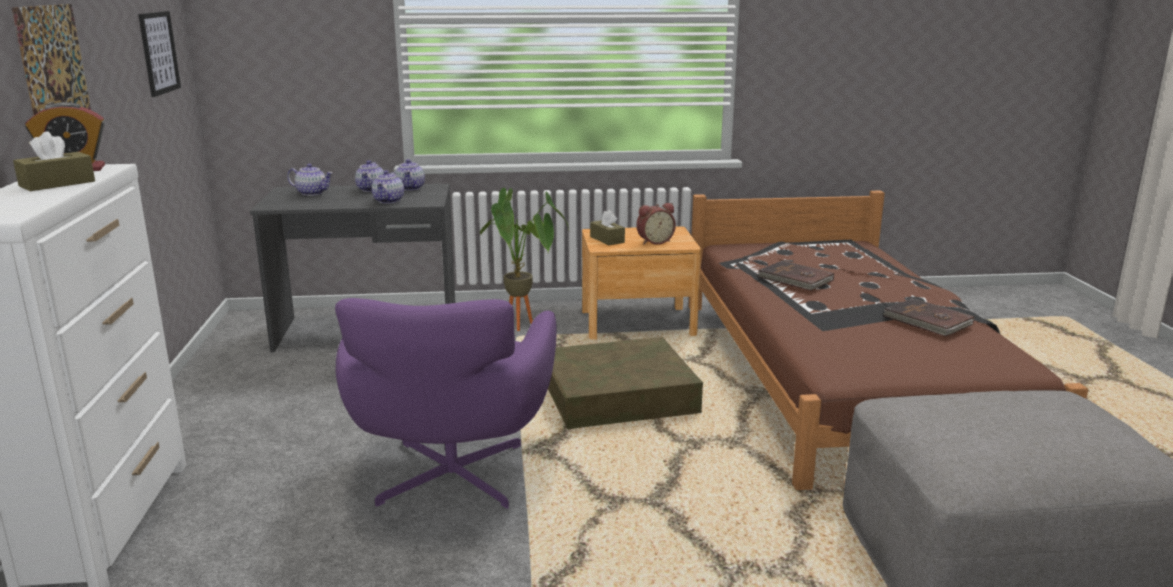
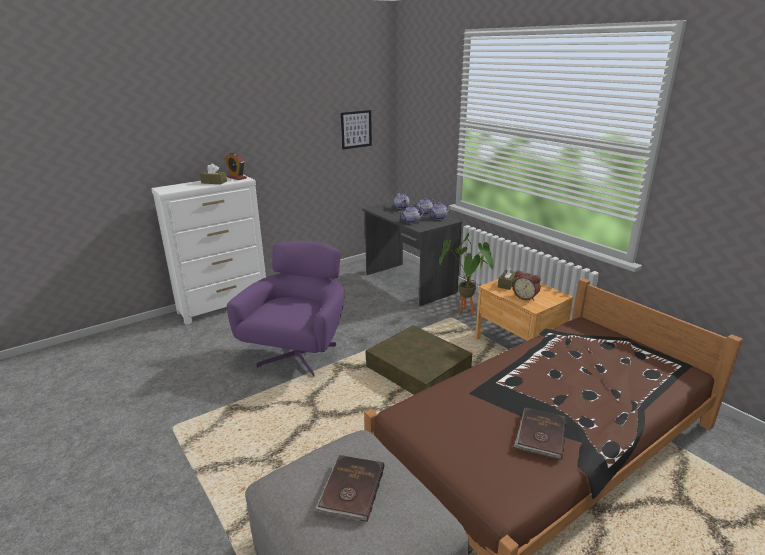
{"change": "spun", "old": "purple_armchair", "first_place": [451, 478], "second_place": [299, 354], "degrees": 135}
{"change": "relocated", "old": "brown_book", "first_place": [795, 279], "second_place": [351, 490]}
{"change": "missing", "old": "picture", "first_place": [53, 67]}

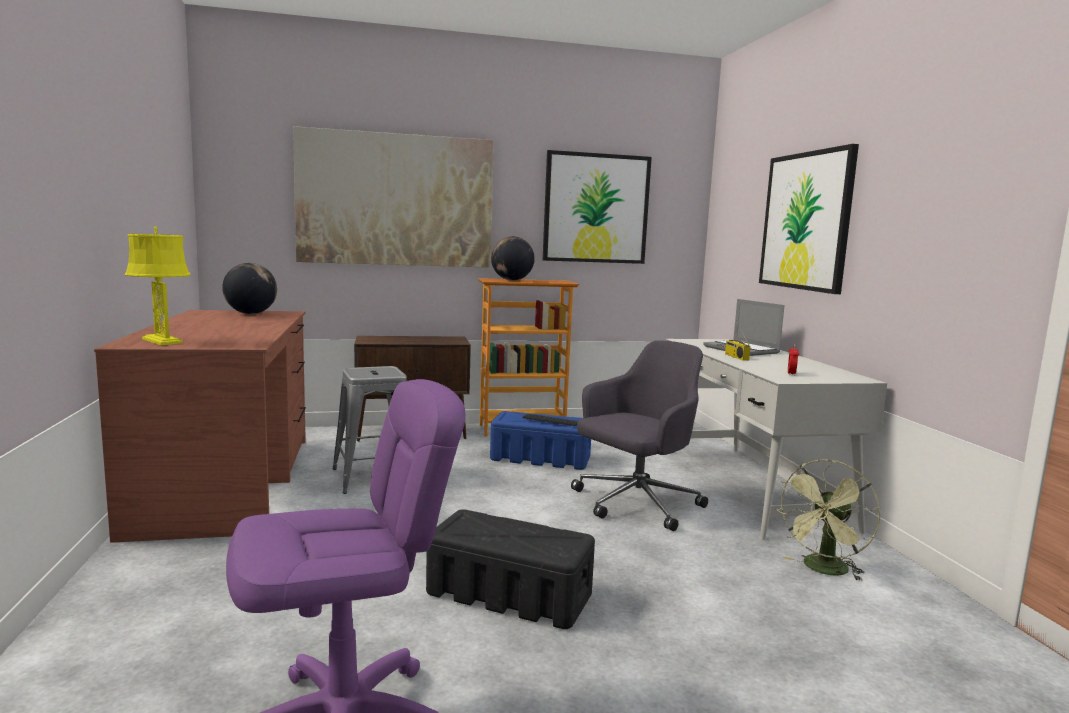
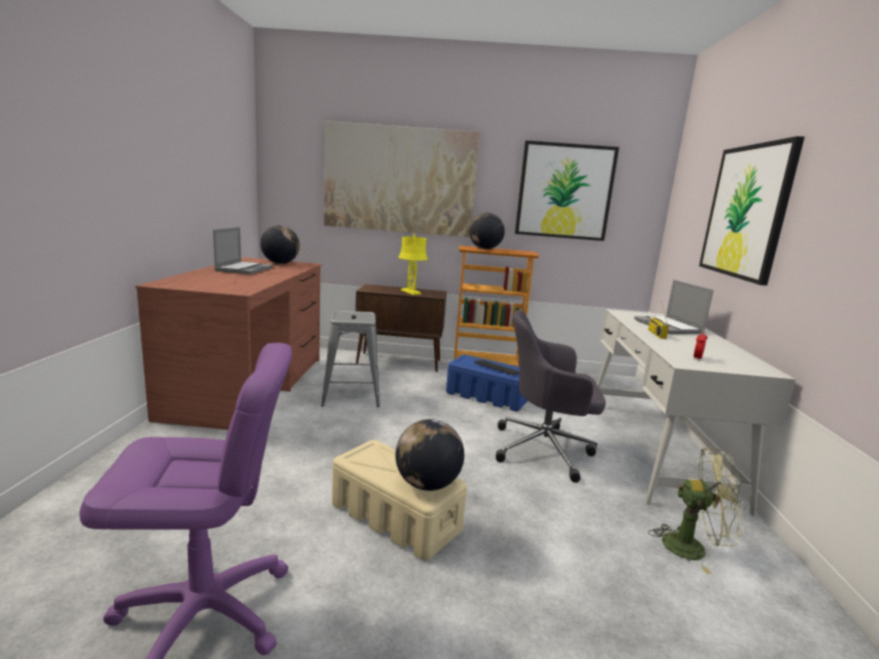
{"change": "appeared", "new": "laptop", "second_place": [244, 269]}
{"change": "colour", "old": "black_storage_box", "new": "beige_storage_box", "first_place": [508, 594], "second_place": [394, 516]}
{"change": "appeared", "new": "globe", "second_place": [427, 484]}
{"change": "relocated", "old": "yellow_table_lamp", "first_place": [161, 341], "second_place": [410, 292]}
{"change": "spun", "old": "grey_office_chair", "first_place": [635, 504], "second_place": [545, 450], "degrees": -150}
{"change": "spun", "old": "green_fan", "first_place": [823, 570], "second_place": [693, 548], "degrees": -135}

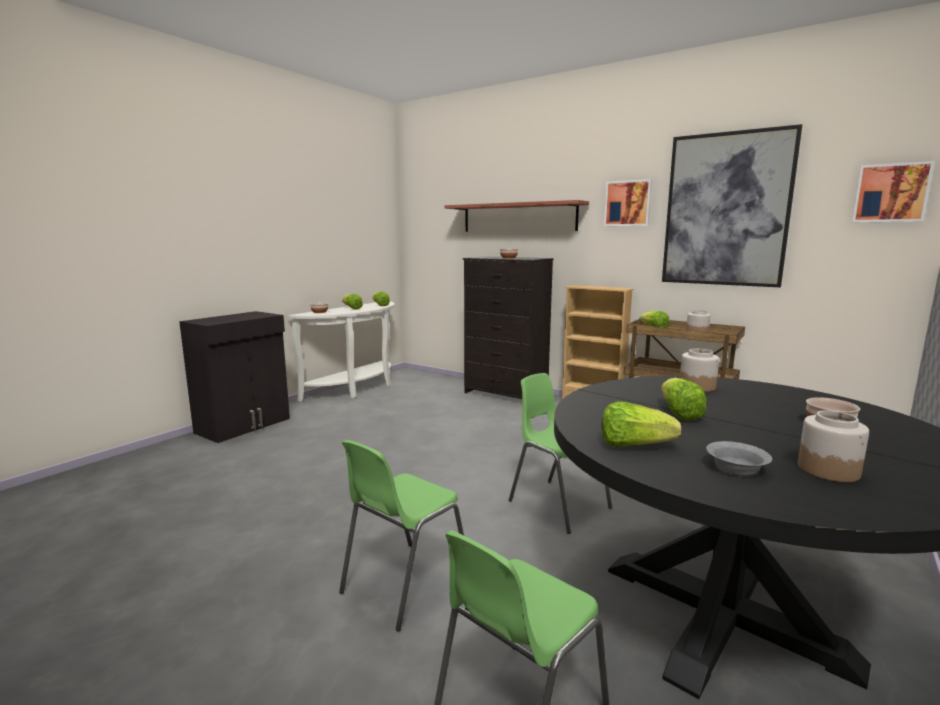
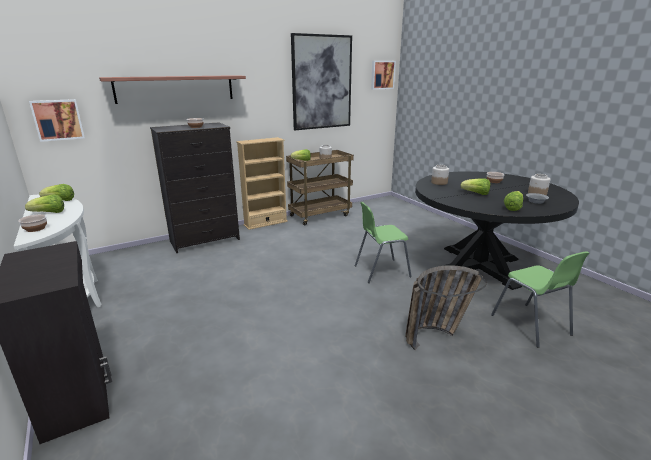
{"change": "relocated", "old": "picture", "first_place": [628, 203], "second_place": [58, 120]}
{"change": "exchanged", "old": "green_chair", "new": "basket", "first_place": [404, 584], "second_place": [437, 335]}

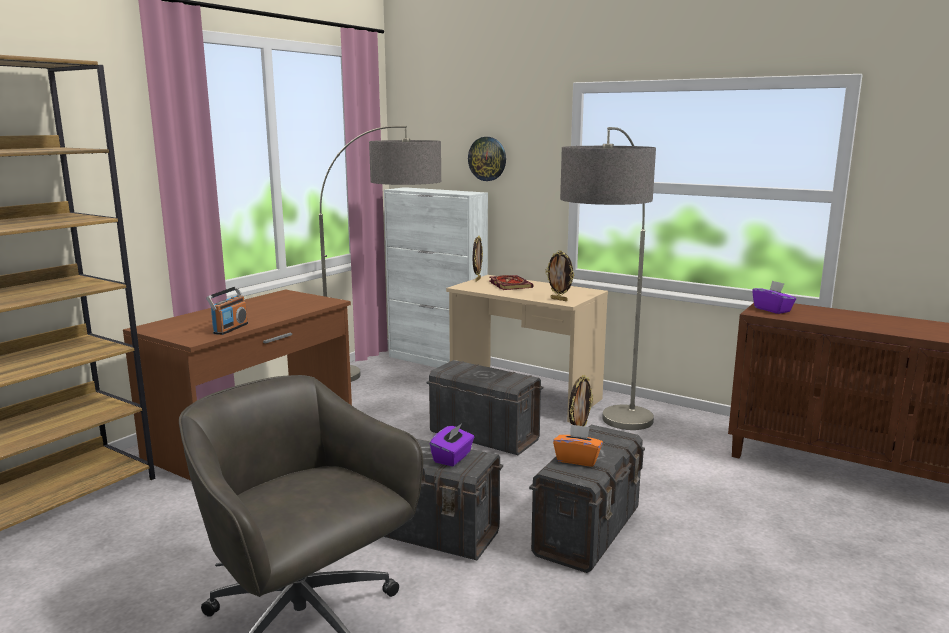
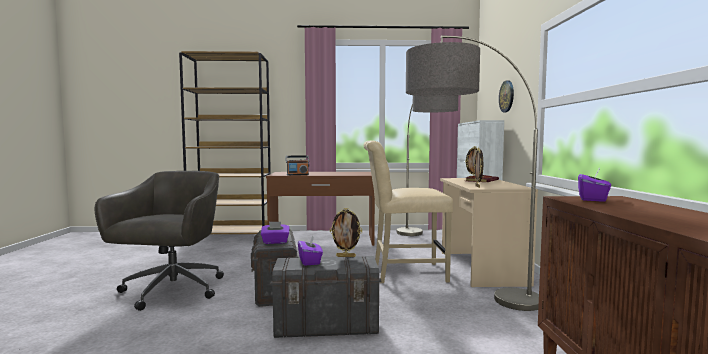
{"change": "colour", "old": "orange_tissue_box", "new": "purple_tissue_box", "first_place": [577, 459], "second_place": [310, 261]}
{"change": "exchanged", "old": "grey_storage_box", "new": "beige_chair", "first_place": [484, 435], "second_place": [404, 272]}

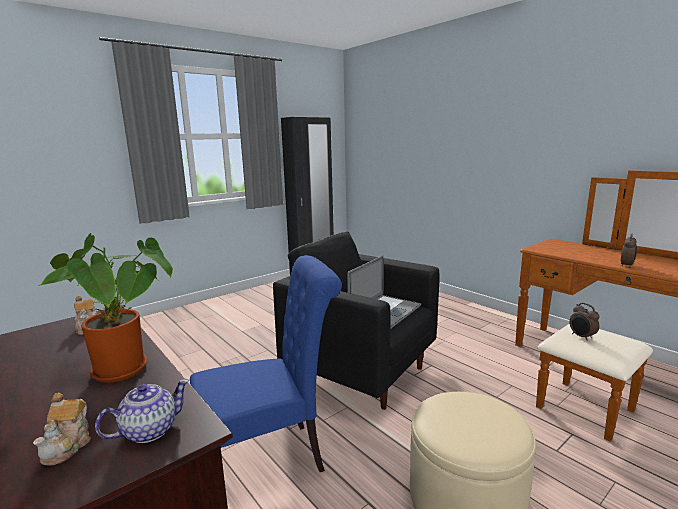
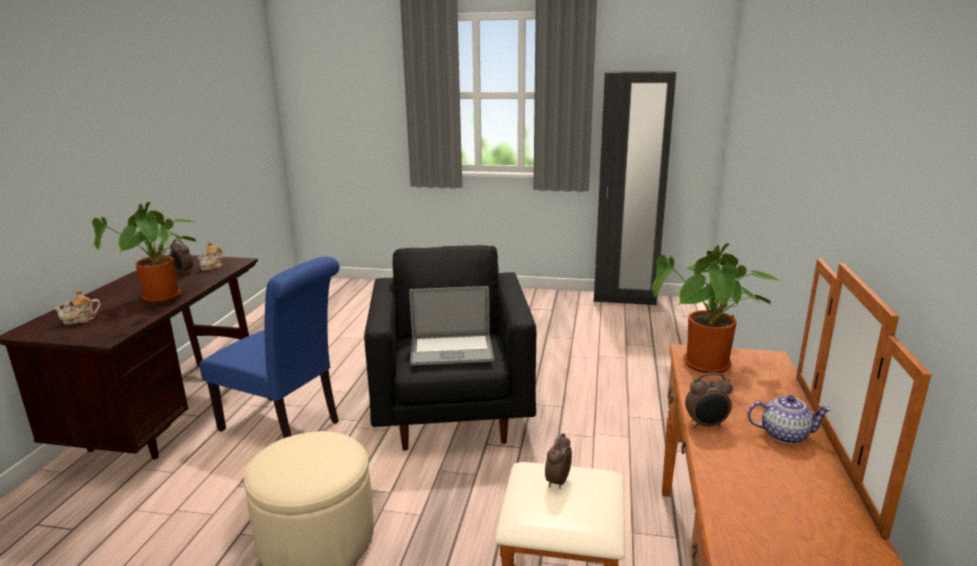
{"change": "appeared", "new": "alarm_clock", "second_place": [183, 272]}
{"change": "appeared", "new": "potted_plant", "second_place": [707, 367]}
{"change": "relocated", "old": "teapot", "first_place": [149, 430], "second_place": [783, 434]}

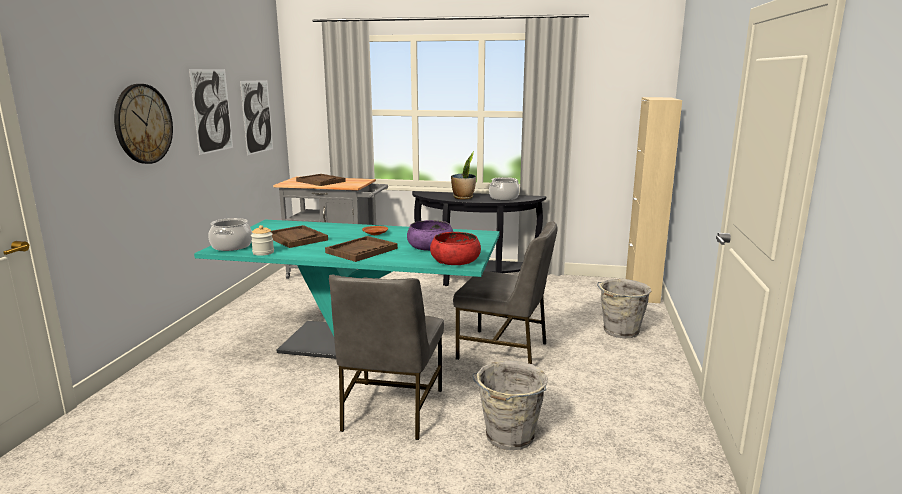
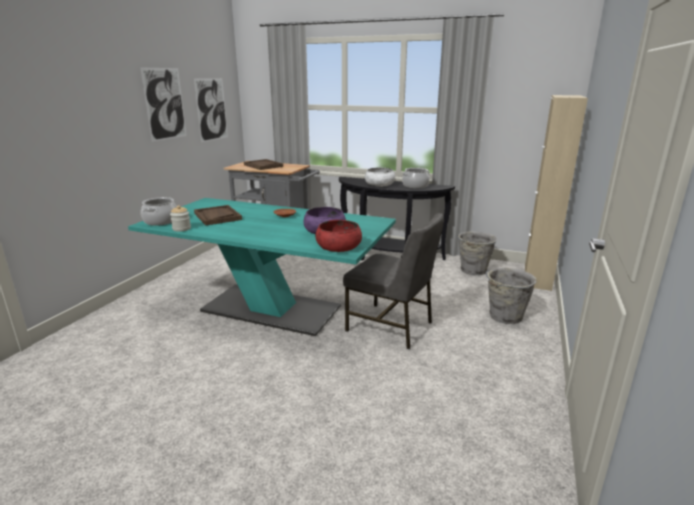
{"change": "exchanged", "old": "potted_plant", "new": "white_bowl", "first_place": [463, 197], "second_place": [379, 184]}
{"change": "relocated", "old": "grey_bucket", "first_place": [509, 437], "second_place": [473, 270]}
{"change": "missing", "old": "wall_clock", "first_place": [143, 124]}
{"change": "missing", "old": "brown_tray", "first_place": [361, 251]}
{"change": "missing", "old": "grey_chair", "first_place": [390, 410]}

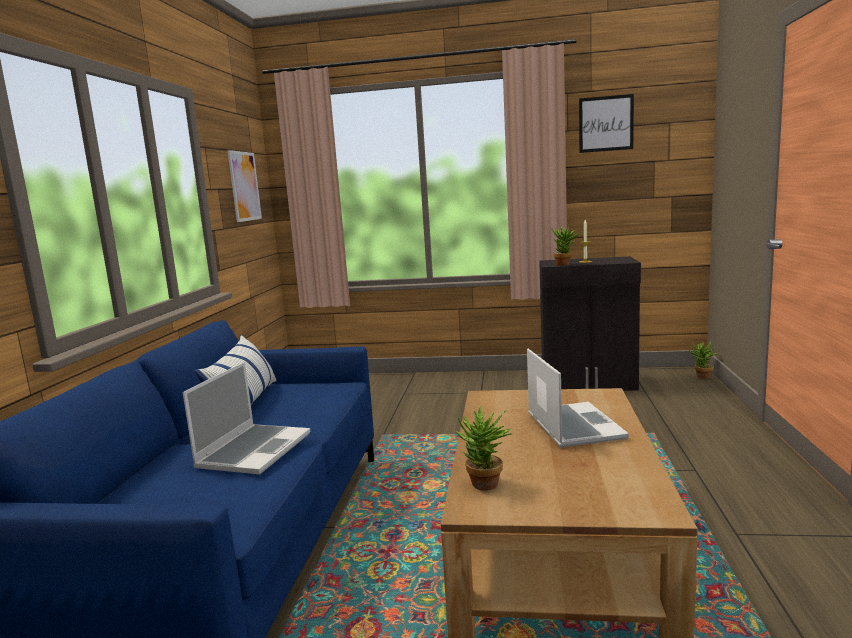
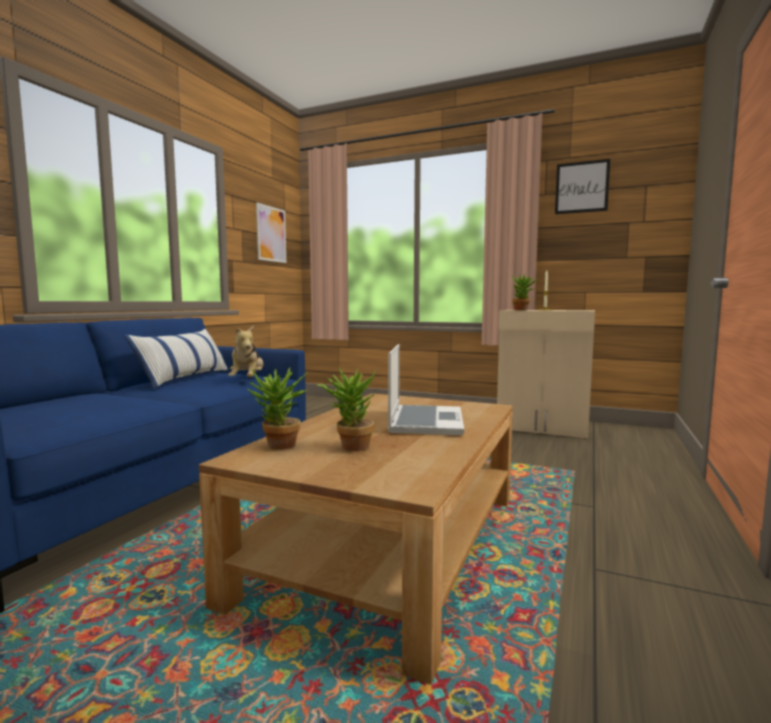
{"change": "appeared", "new": "plush_toy", "second_place": [247, 380]}
{"change": "relocated", "old": "potted_plant", "first_place": [702, 377], "second_place": [349, 447]}
{"change": "colour", "old": "black_cabinet", "new": "beige_cabinet", "first_place": [589, 383], "second_place": [543, 428]}
{"change": "missing", "old": "laptop", "first_place": [254, 450]}

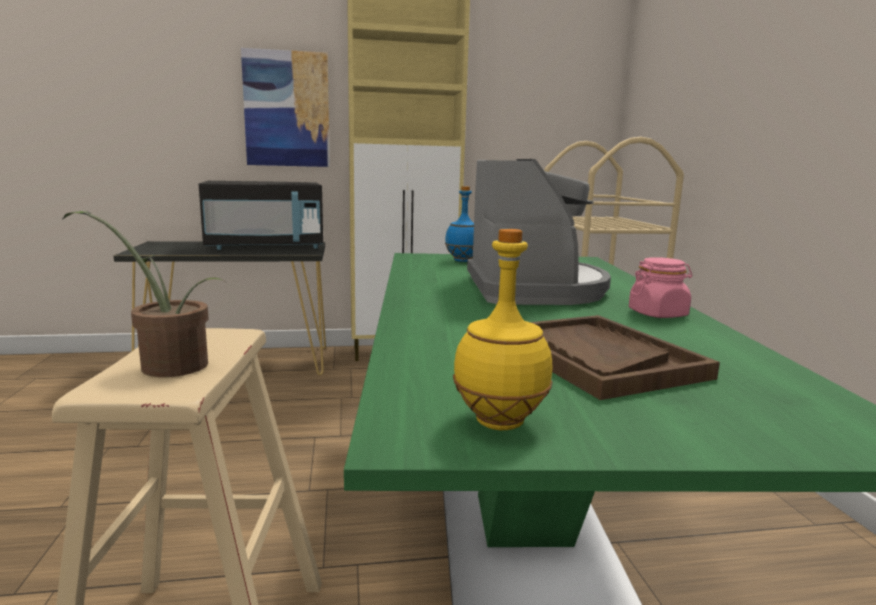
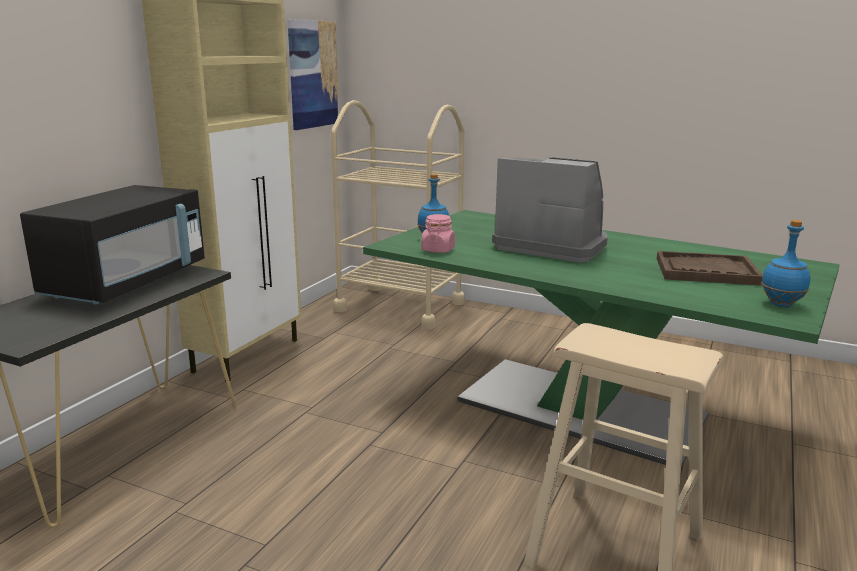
{"change": "relocated", "old": "picture", "first_place": [287, 109], "second_place": [313, 74]}
{"change": "relocated", "old": "pink_jar", "first_place": [658, 314], "second_place": [438, 250]}
{"change": "colour", "old": "yellow_bottle", "new": "blue_bottle", "first_place": [498, 422], "second_place": [781, 304]}
{"change": "missing", "old": "potted_plant", "first_place": [166, 364]}

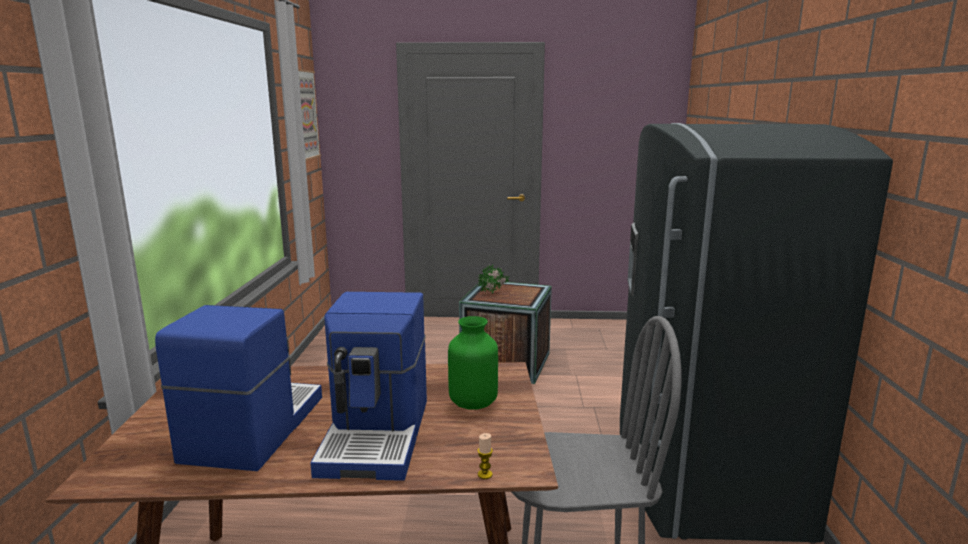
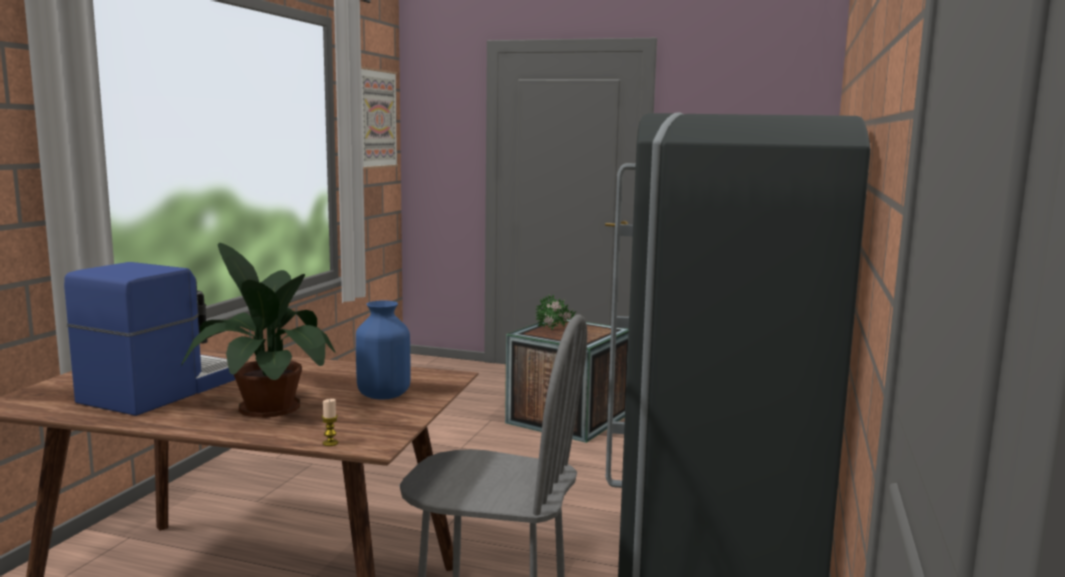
{"change": "exchanged", "old": "coffee_machine", "new": "potted_plant", "first_place": [378, 435], "second_place": [266, 406]}
{"change": "colour", "old": "green_vase", "new": "blue_vase", "first_place": [473, 402], "second_place": [384, 395]}

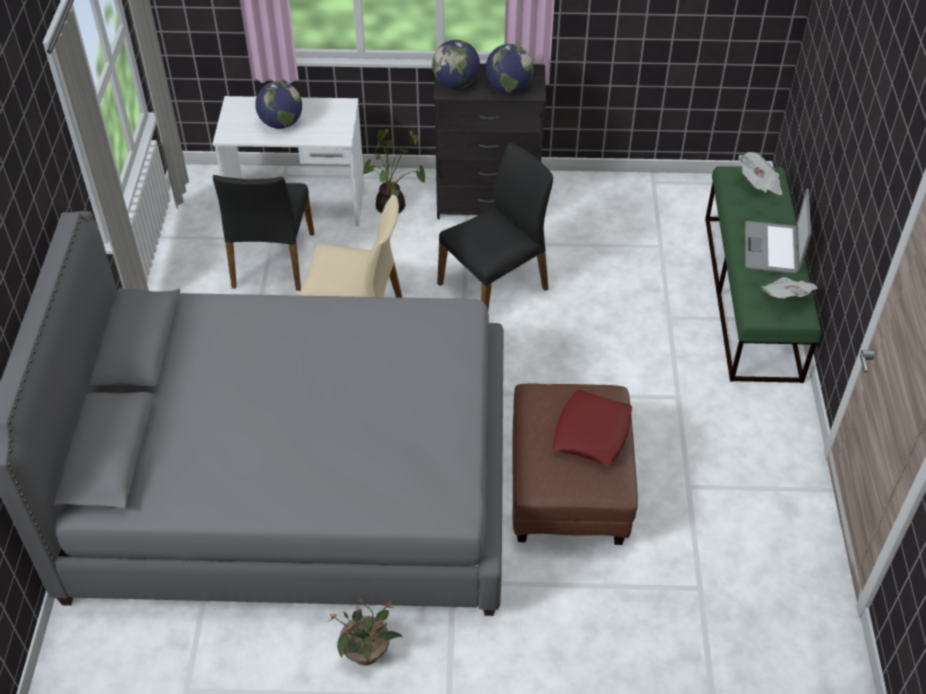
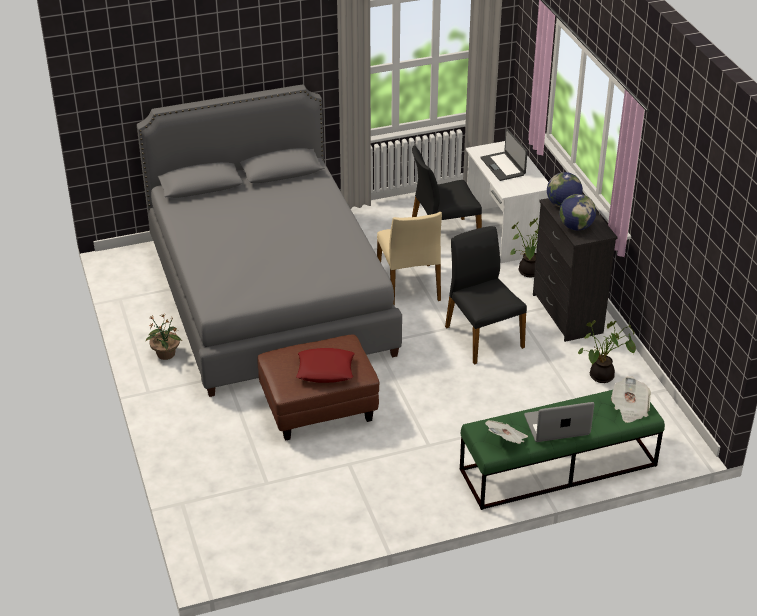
{"change": "spun", "old": "black_chair", "first_place": [495, 286], "second_place": [482, 336], "degrees": -150}
{"change": "exchanged", "old": "globe", "new": "laptop", "first_place": [281, 123], "second_place": [503, 166]}
{"change": "appeared", "new": "potted_plant", "second_place": [601, 377]}

